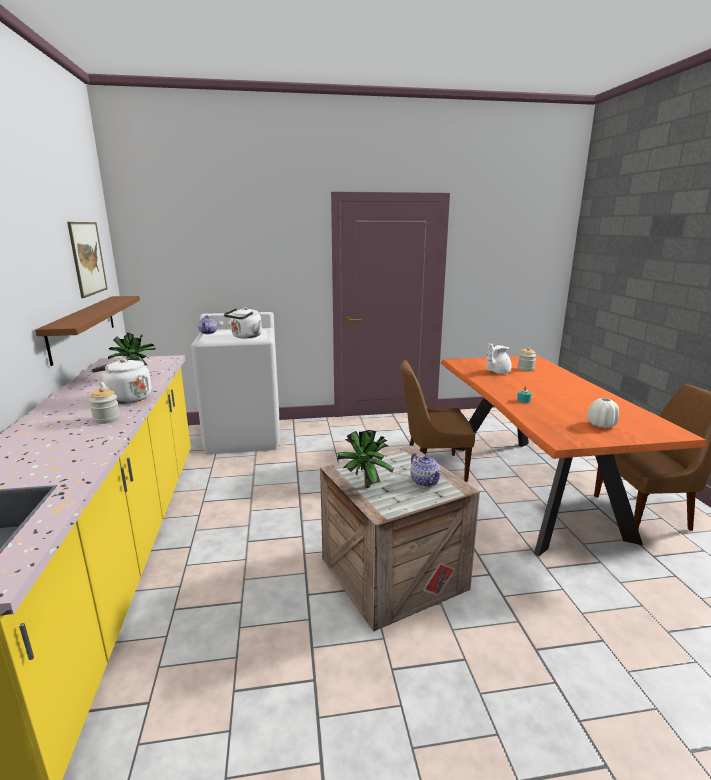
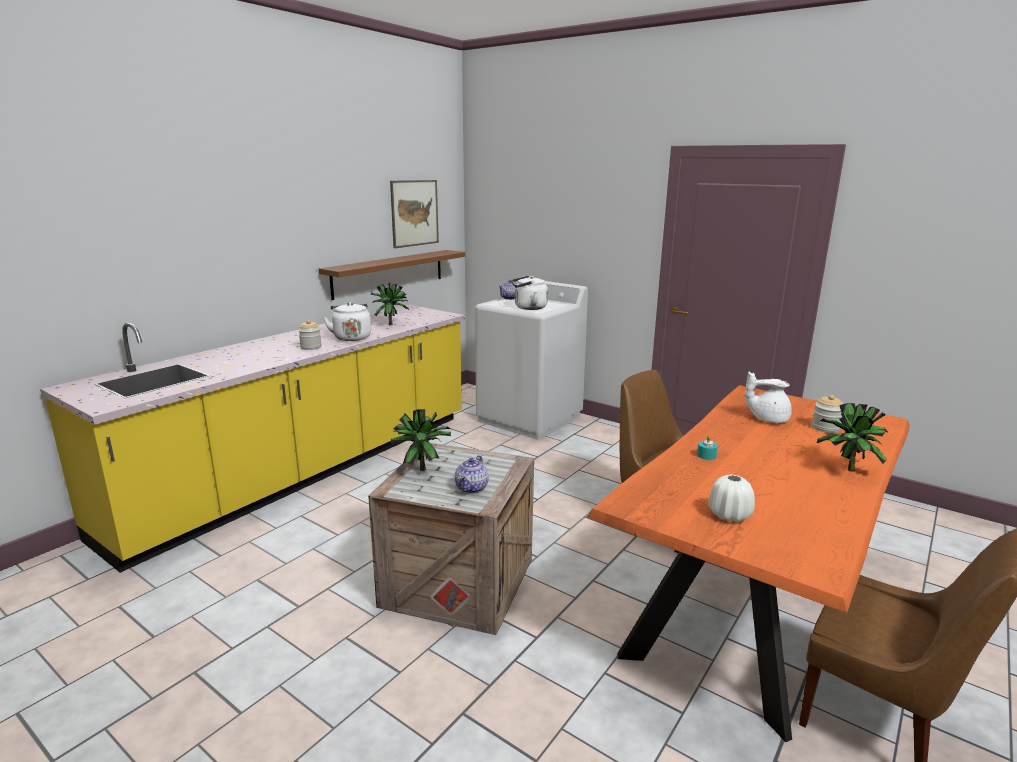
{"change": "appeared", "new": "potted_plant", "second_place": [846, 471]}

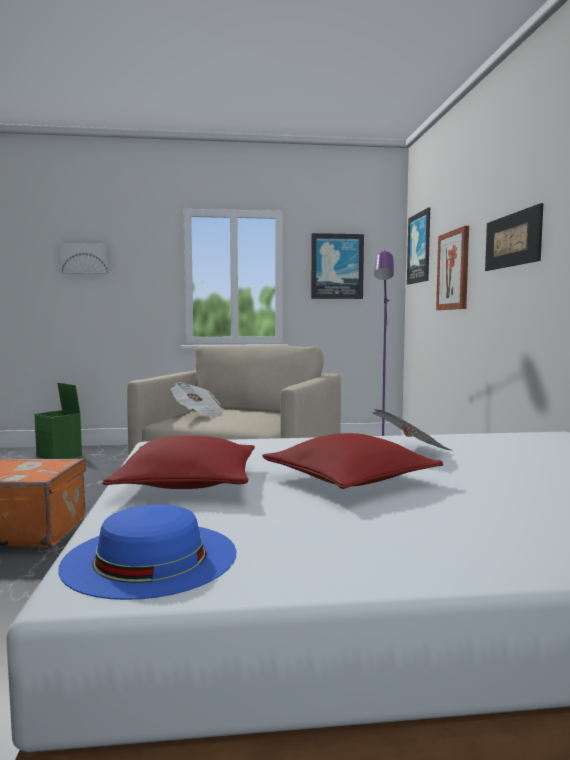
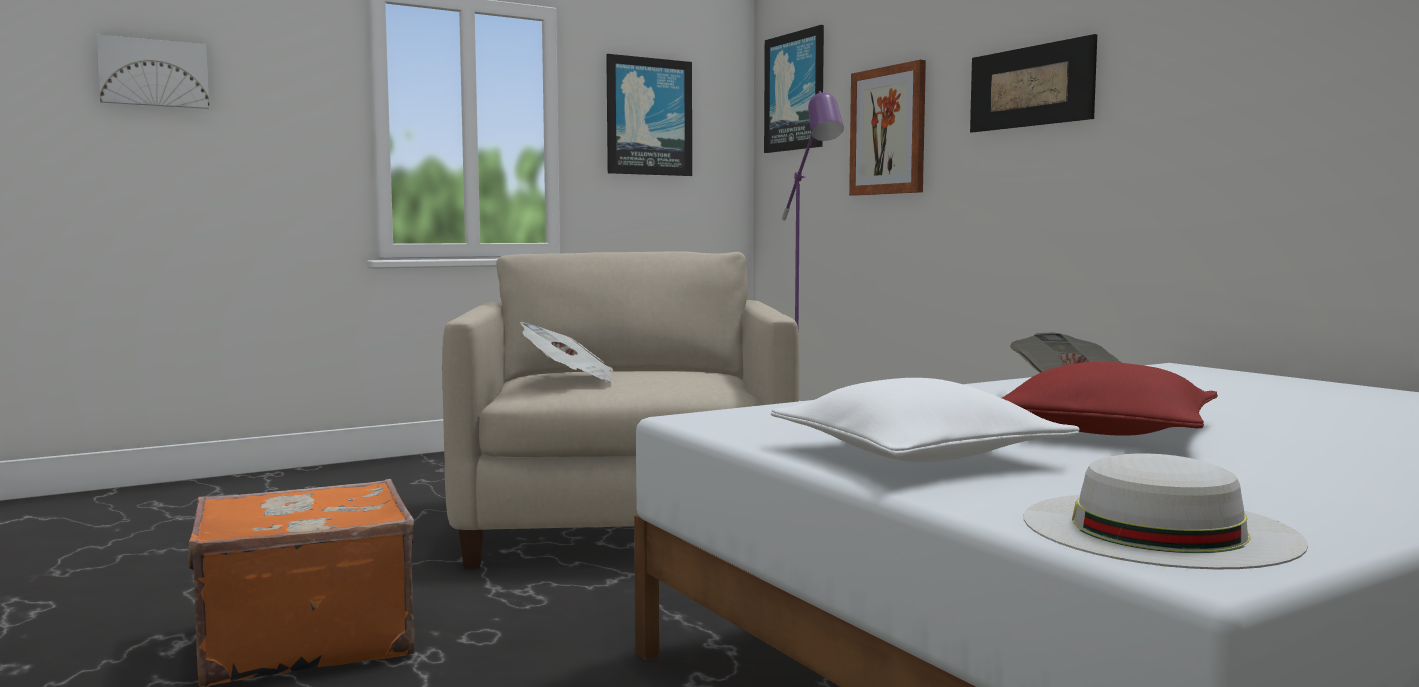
{"change": "colour", "old": "red_pillow", "new": "white_pillow", "first_place": [188, 483], "second_place": [917, 455]}
{"change": "colour", "old": "blue_hat", "new": "white_hat", "first_place": [150, 557], "second_place": [1158, 529]}
{"change": "missing", "old": "green_storage_box", "first_place": [60, 456]}

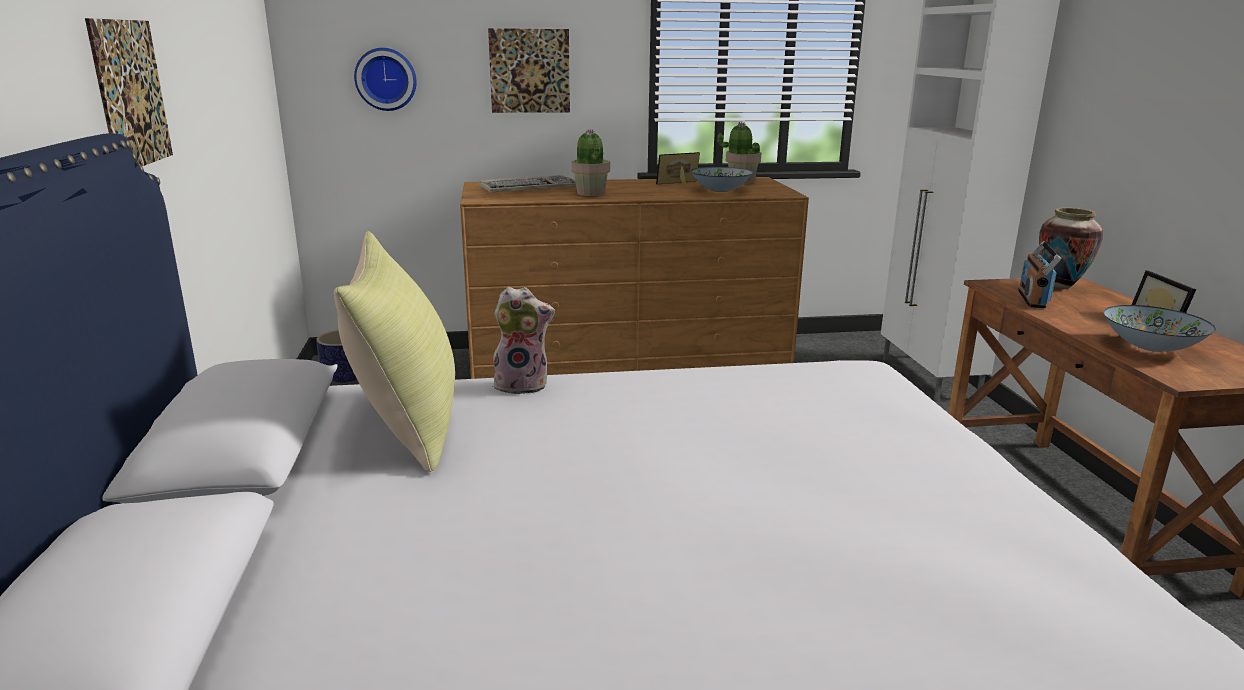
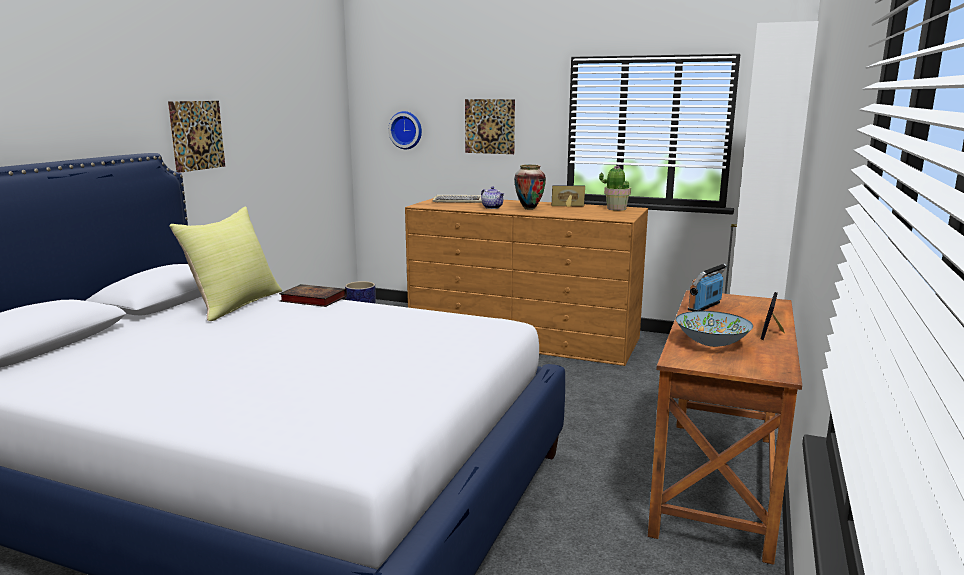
{"change": "exchanged", "old": "plush_toy", "new": "book", "first_place": [523, 385], "second_place": [311, 299]}
{"change": "exchanged", "old": "potted_plant", "new": "teapot", "first_place": [590, 193], "second_place": [493, 207]}
{"change": "relocated", "old": "vase", "first_place": [1059, 286], "second_place": [529, 208]}
{"change": "missing", "old": "bowl", "first_place": [720, 190]}

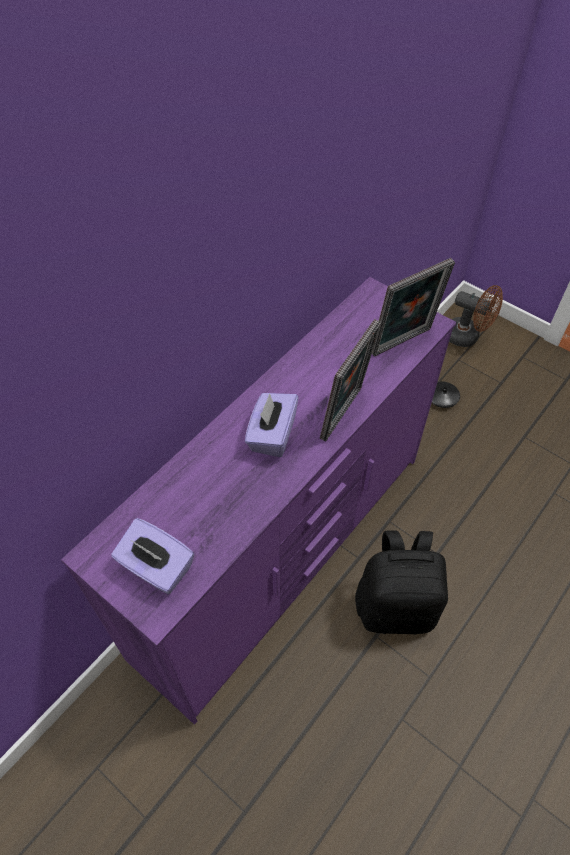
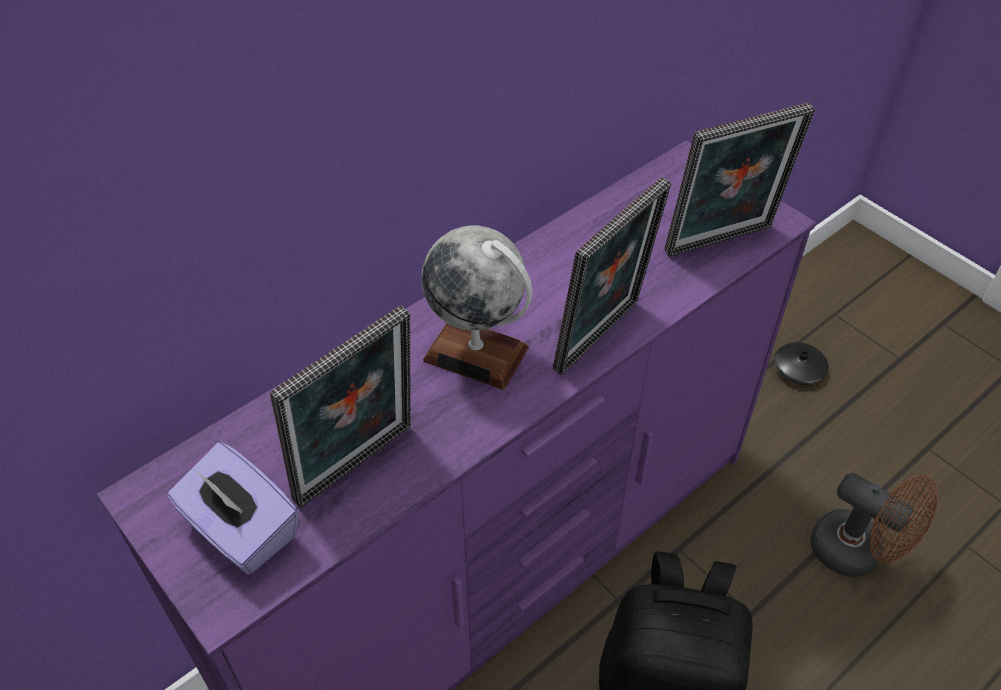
{"change": "appeared", "new": "picture_frame", "second_place": [359, 468]}
{"change": "exchanged", "old": "purple_tissue_box", "new": "globe", "first_place": [272, 435], "second_place": [476, 353]}
{"change": "relocated", "old": "brown_fan", "first_place": [467, 337], "second_place": [857, 553]}

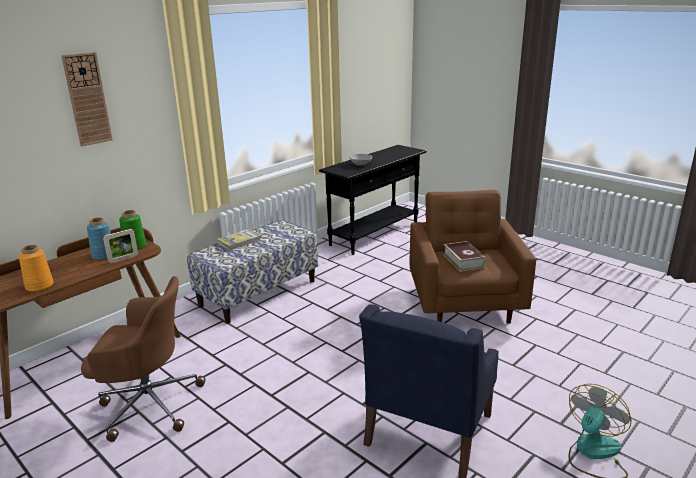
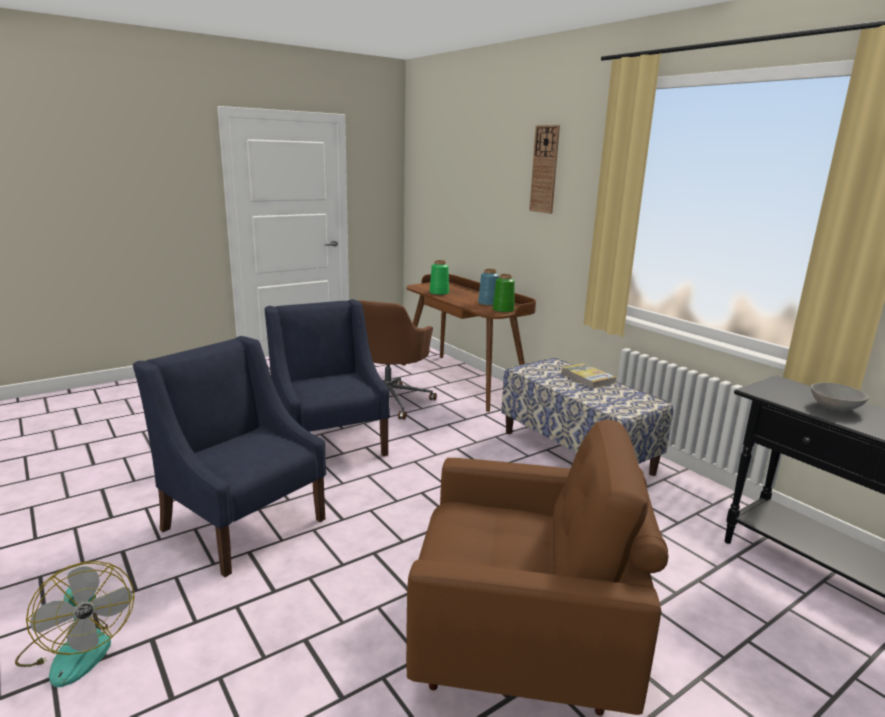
{"change": "appeared", "new": "blue_armchair", "second_place": [330, 444]}
{"change": "colour", "old": "orange_vase", "new": "green_vase", "first_place": [40, 286], "second_place": [438, 293]}
{"change": "missing", "old": "picture_frame", "first_place": [123, 259]}
{"change": "missing", "old": "book", "first_place": [463, 261]}

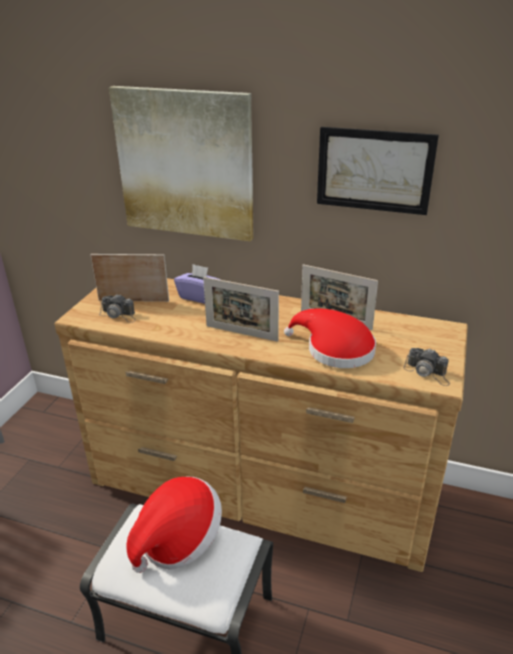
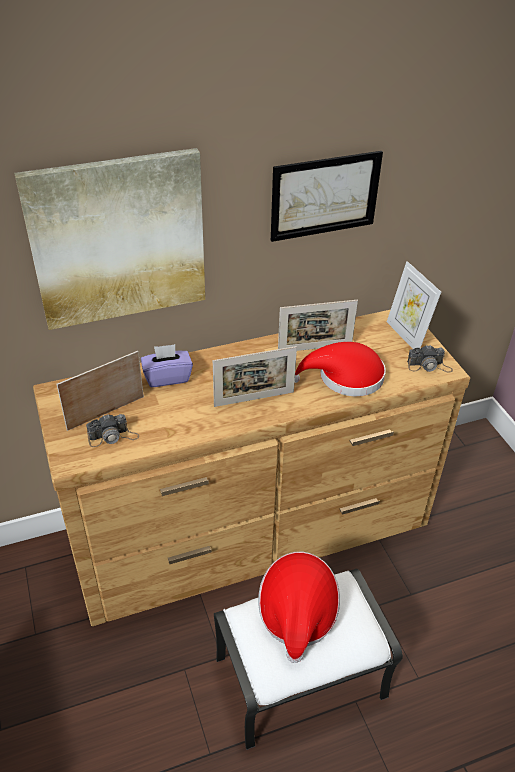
{"change": "appeared", "new": "picture_frame", "second_place": [406, 336]}

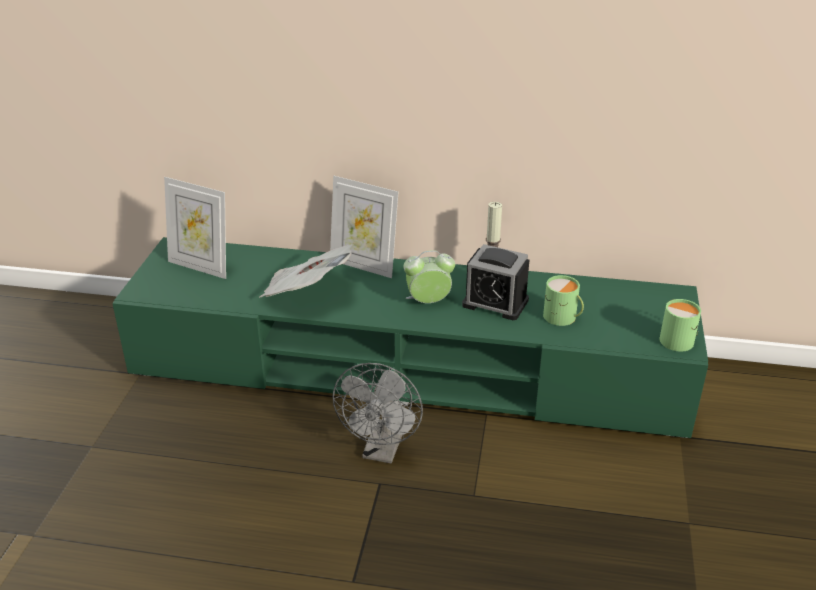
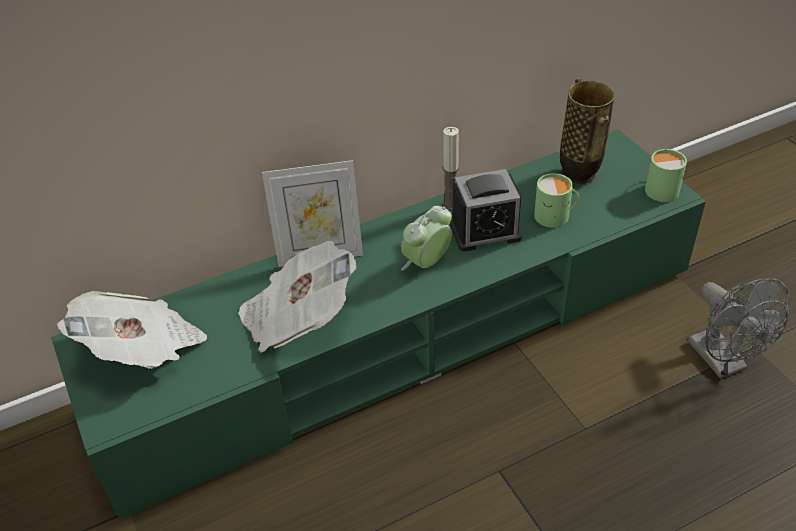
{"change": "exchanged", "old": "picture_frame", "new": "newspaper", "first_place": [201, 266], "second_place": [143, 349]}
{"change": "appeared", "new": "vase", "second_place": [579, 174]}
{"change": "relocated", "old": "grey_fan", "first_place": [382, 451], "second_place": [723, 362]}

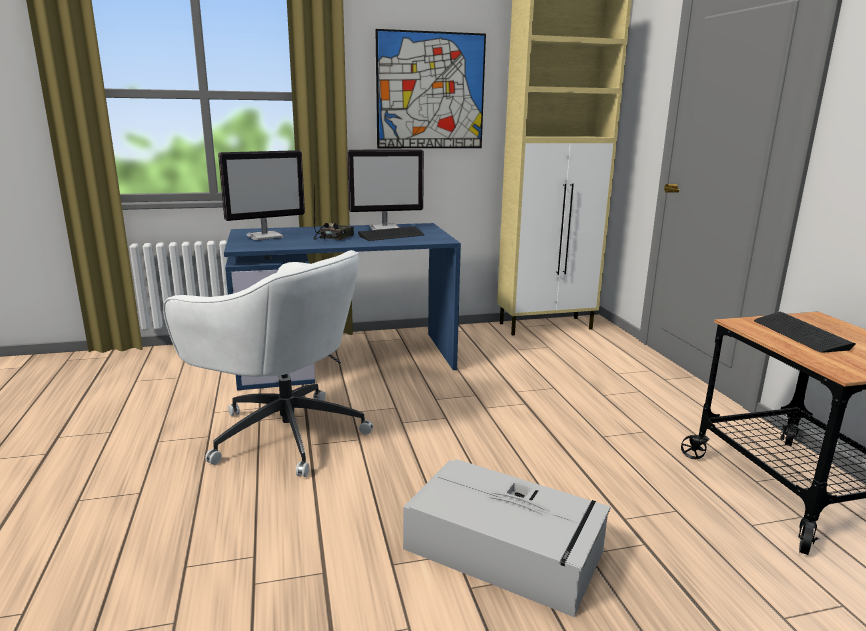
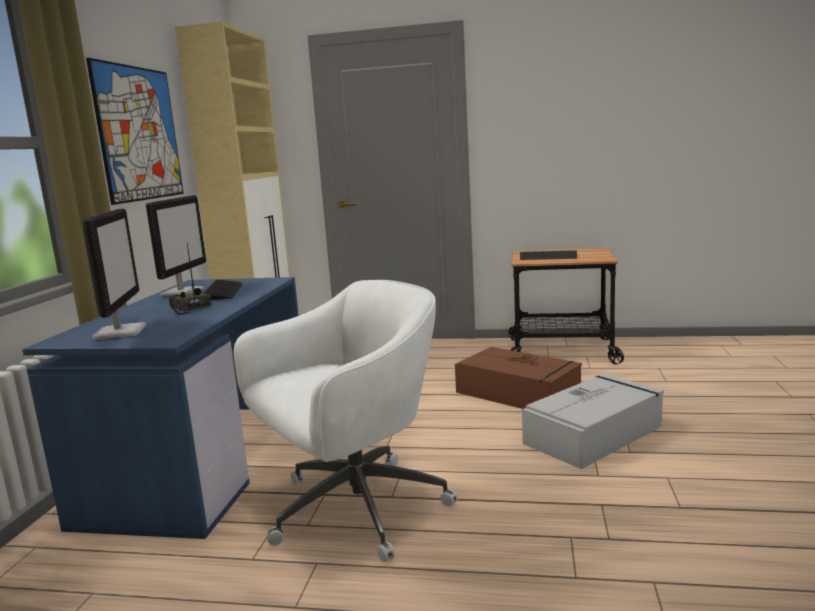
{"change": "appeared", "new": "brown_storage_box", "second_place": [519, 394]}

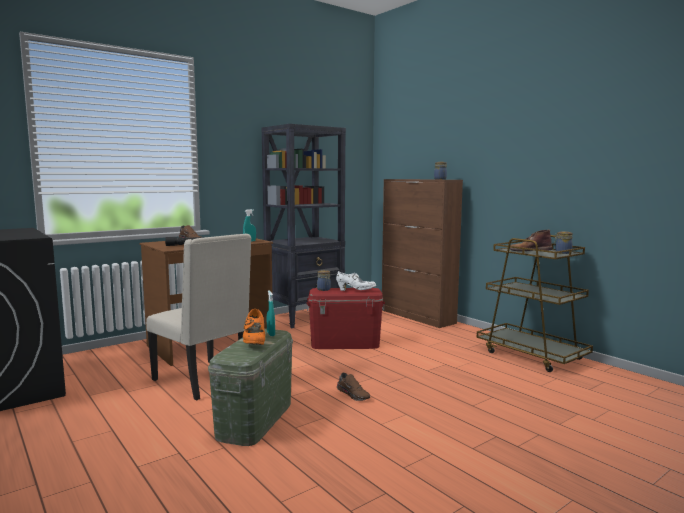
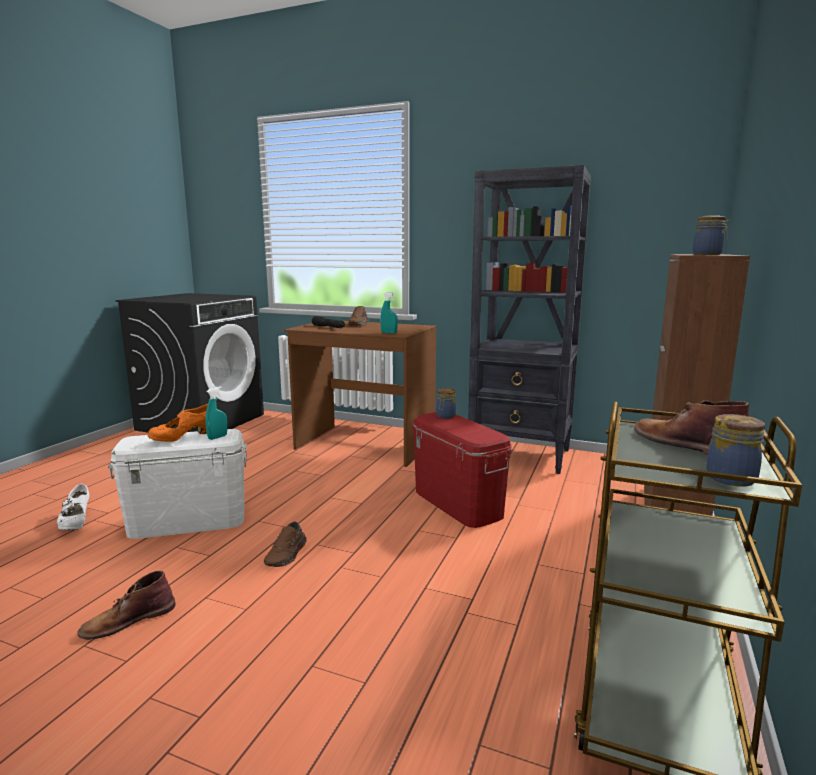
{"change": "relocated", "old": "white_shoe", "first_place": [356, 291], "second_place": [76, 523]}
{"change": "appeared", "new": "brown_boot", "second_place": [128, 620]}
{"change": "colour", "old": "green_storage_box", "new": "white_storage_box", "first_place": [255, 419], "second_place": [188, 521]}
{"change": "missing", "old": "beige_chair", "first_place": [204, 381]}

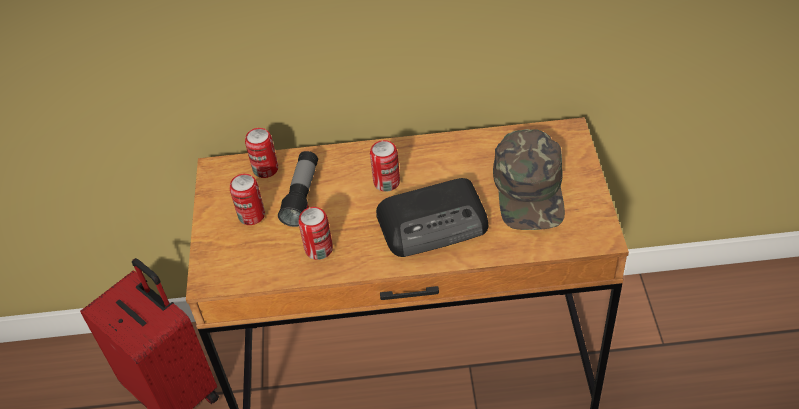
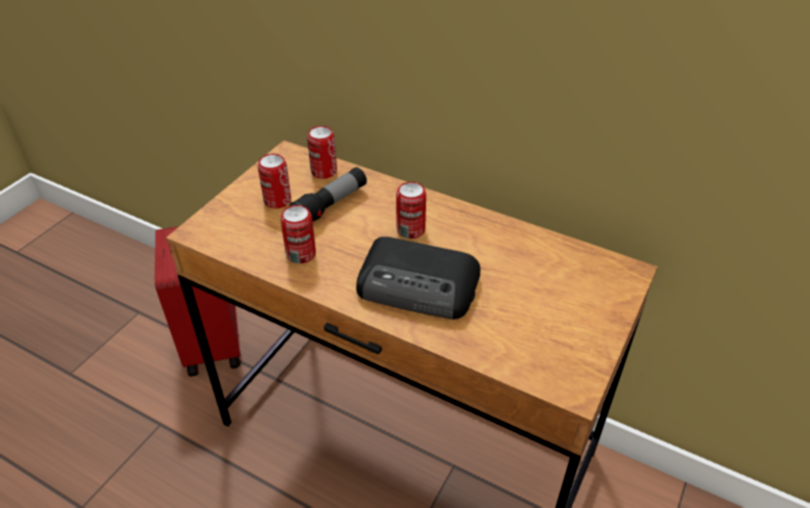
{"change": "missing", "old": "green_cap", "first_place": [530, 189]}

